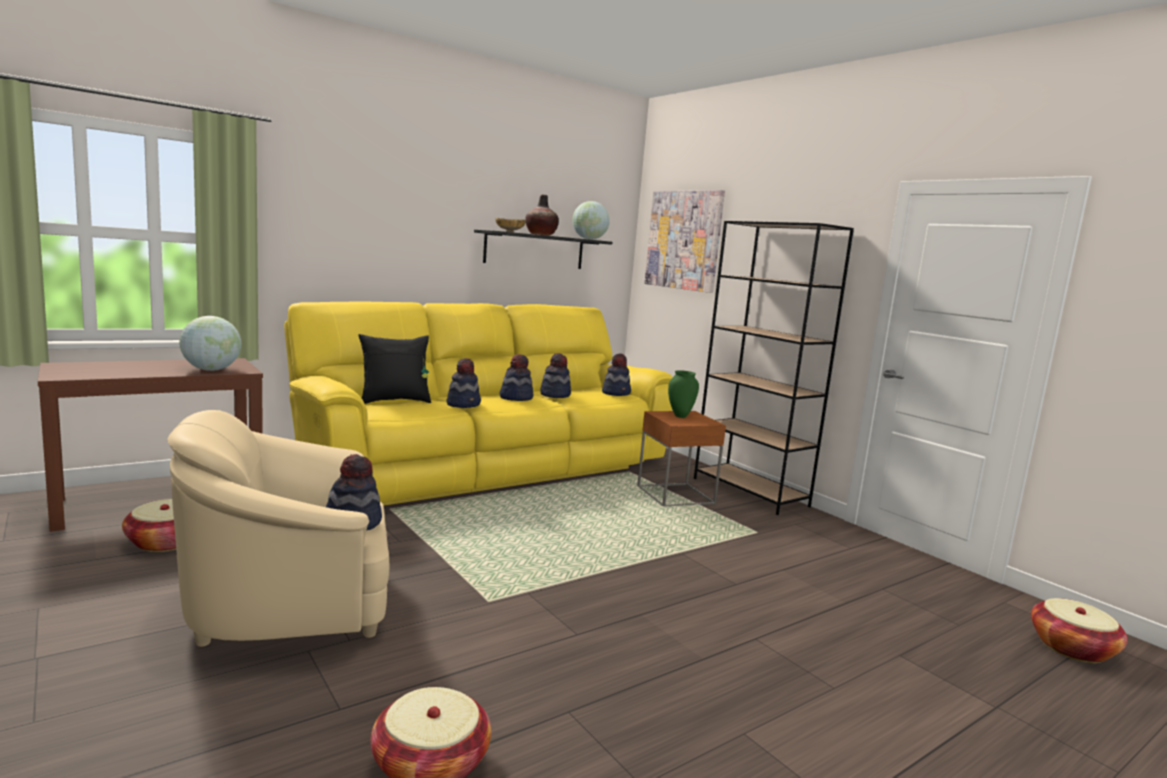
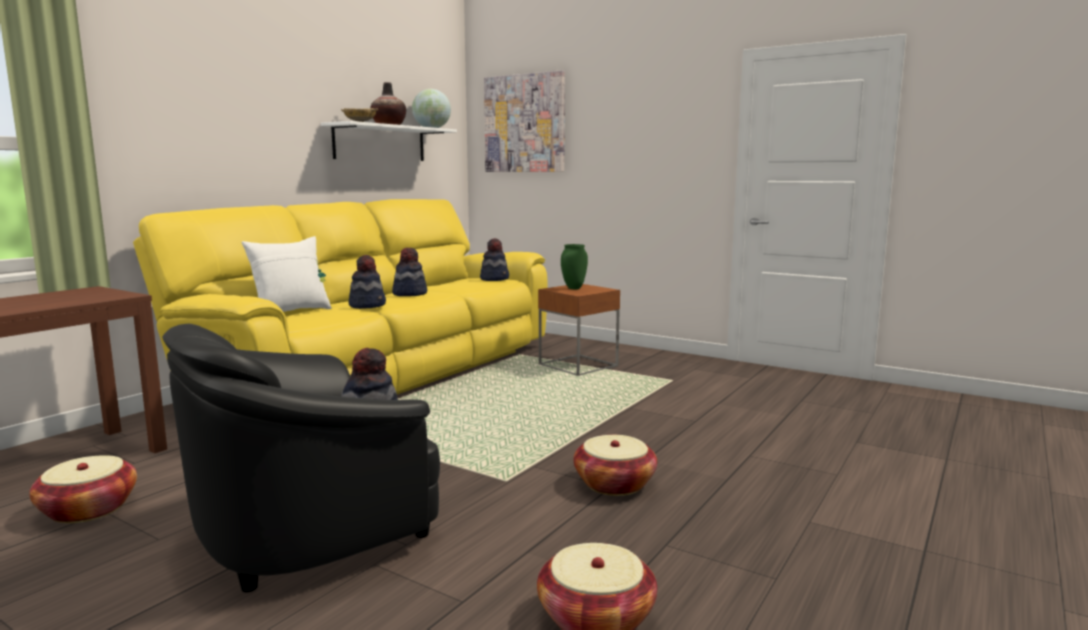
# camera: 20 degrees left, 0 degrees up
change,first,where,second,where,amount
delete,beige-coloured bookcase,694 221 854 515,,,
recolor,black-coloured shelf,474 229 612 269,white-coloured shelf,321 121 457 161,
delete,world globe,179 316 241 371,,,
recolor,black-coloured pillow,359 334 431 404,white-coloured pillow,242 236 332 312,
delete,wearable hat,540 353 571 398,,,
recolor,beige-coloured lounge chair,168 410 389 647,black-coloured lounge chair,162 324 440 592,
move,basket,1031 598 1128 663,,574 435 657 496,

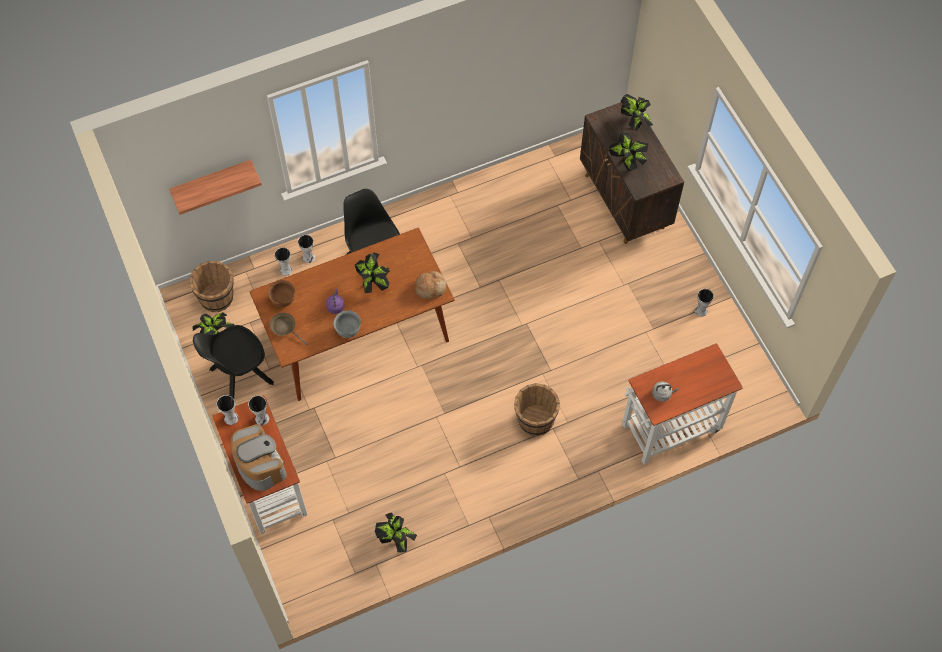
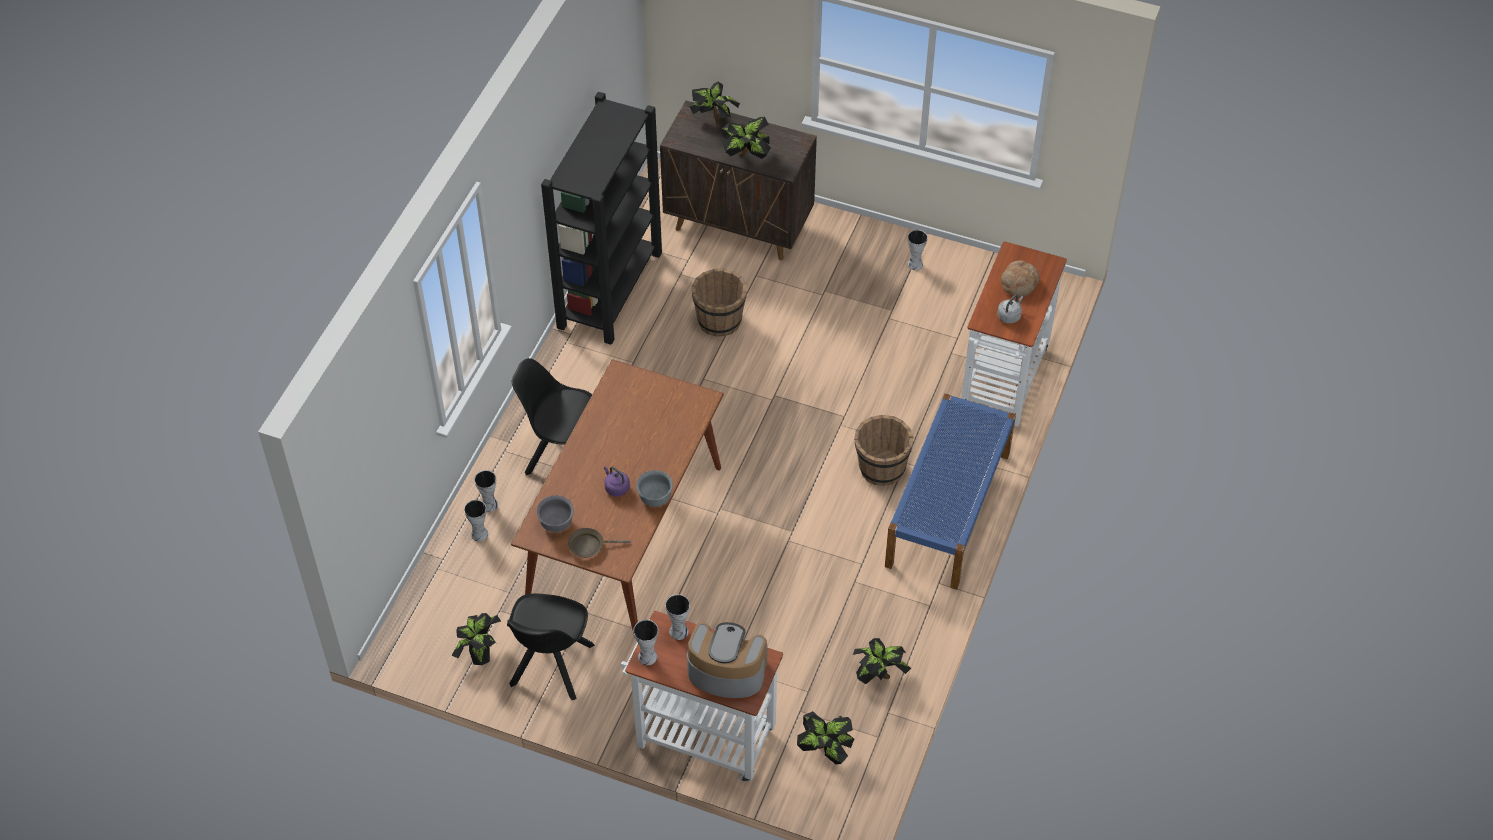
# camera: 45 degrees left, 10 degrees down
change,first,where,second,where,amount
delete,shelf,169 160 262 215,,,
move,plant in a pot,355 252 390 293,,797 711 854 765,
move,brown water bucket,189 261 233 312,,692 269 747 336,
move,bread,415 271 446 299,,1001 261 1040 297,
recolor,brown bowl,268 280 295 307,grey bowl,537 495 574 532,
insert,,,black-coloured bookcase,541 92 662 345,
insert,,,blue indoor bench,885 393 1016 590,

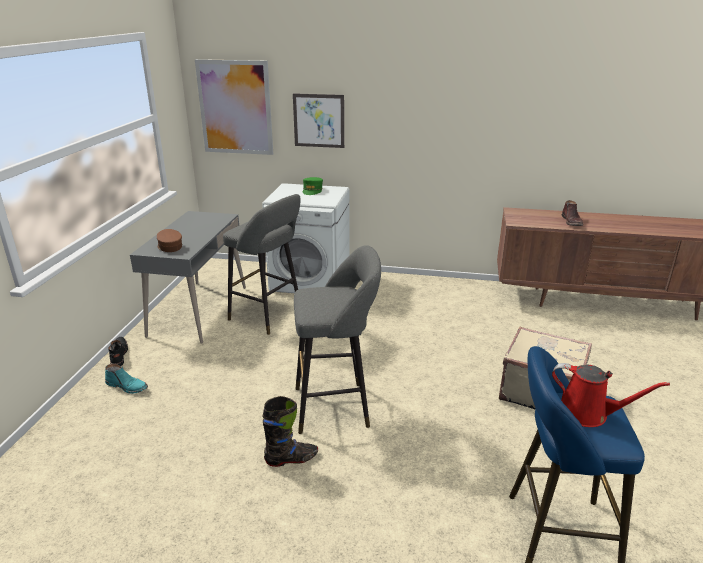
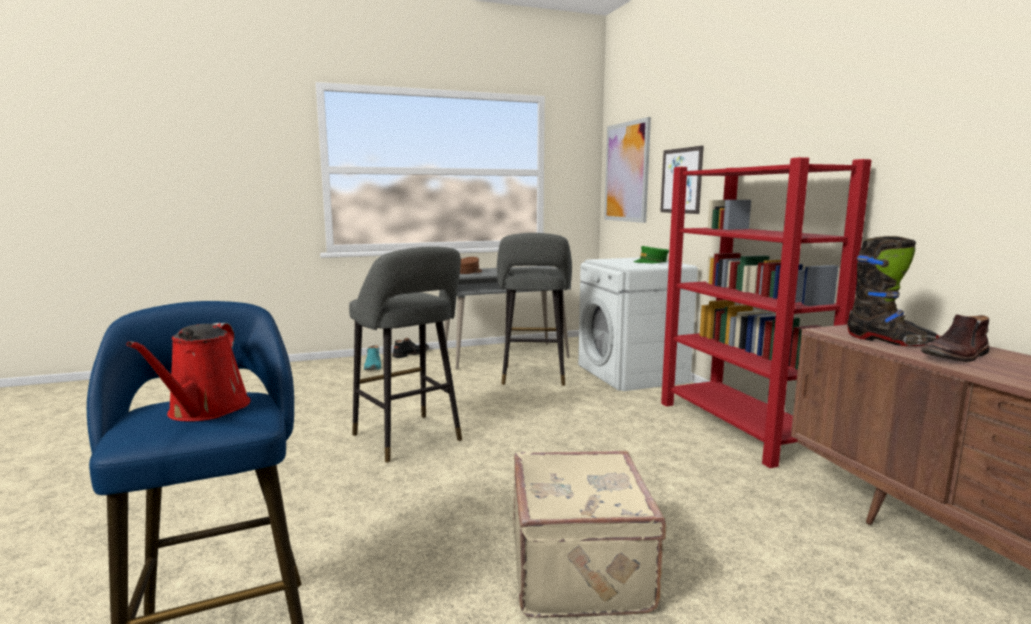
# camera: 60 degrees right, 15 degrees down
change,first,where,second,where,amount
move,black-coloured tall boot,263 396 318 467,,847 236 939 346,
insert,,,red-coloured bookcase,661 157 871 468,

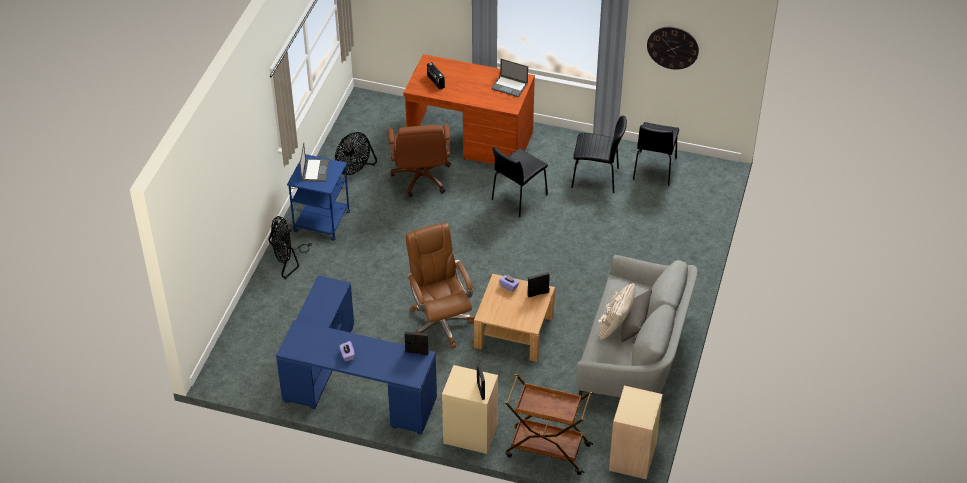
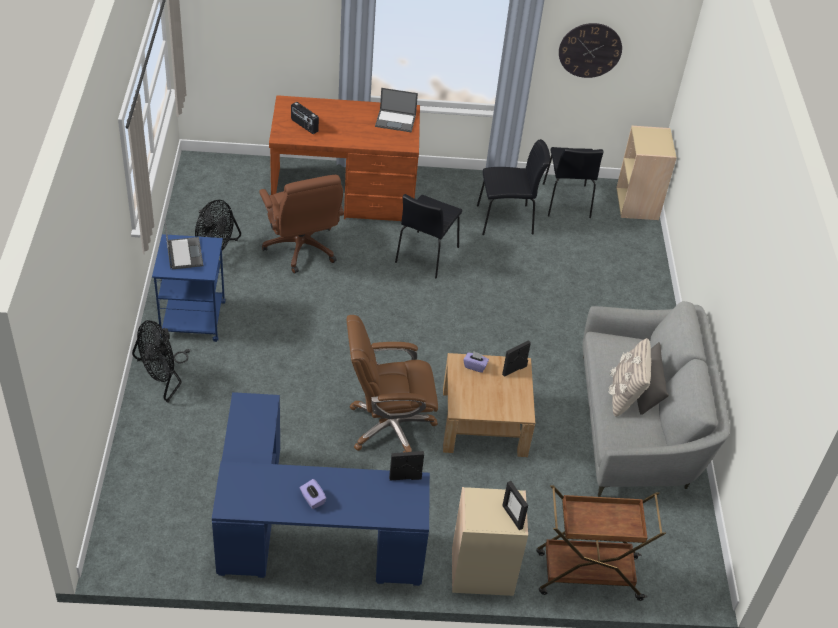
# camera: 20 degrees left, 0 degrees up
change,first,where,second,where,amount
rotate,brown computer chair,406 223 475 348,,346 315 438 452,60 degrees counterclockwise
move,beige-coloured bookcase,609 386 663 480,,616 126 677 220,

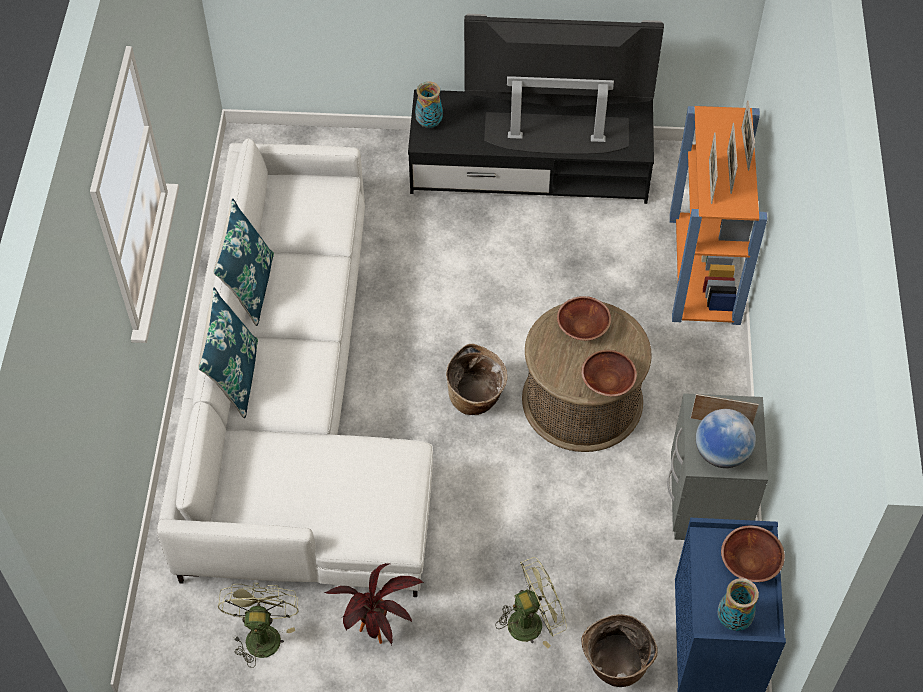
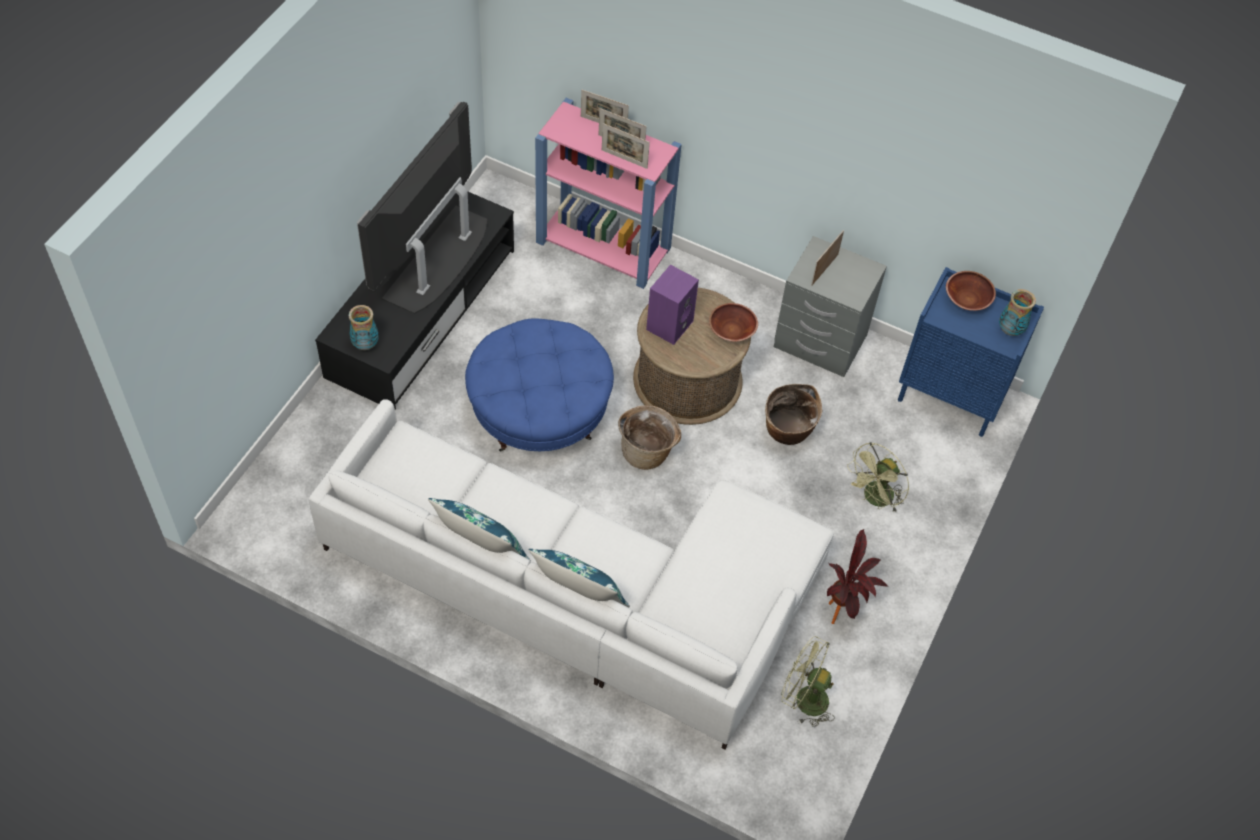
# camera: 70 degrees left, 0 degrees up
change,first,where,second,where,amount
recolor,orange-coloured bookcase,669 106 767 325,pink-coloured bookcase,535 98 682 289,
replace,brown bowl,557 296 611 341,purplish loudspeaker,646 265 699 345,
delete,world globe,696 409 756 468,,,
rotate,green cooling fan,495 557 567 648,,847 442 909 511,135 degrees counterclockwise
move,basket,581 614 658 687,,765 384 822 445,
insert,,,blue pouffe,465 318 614 451,

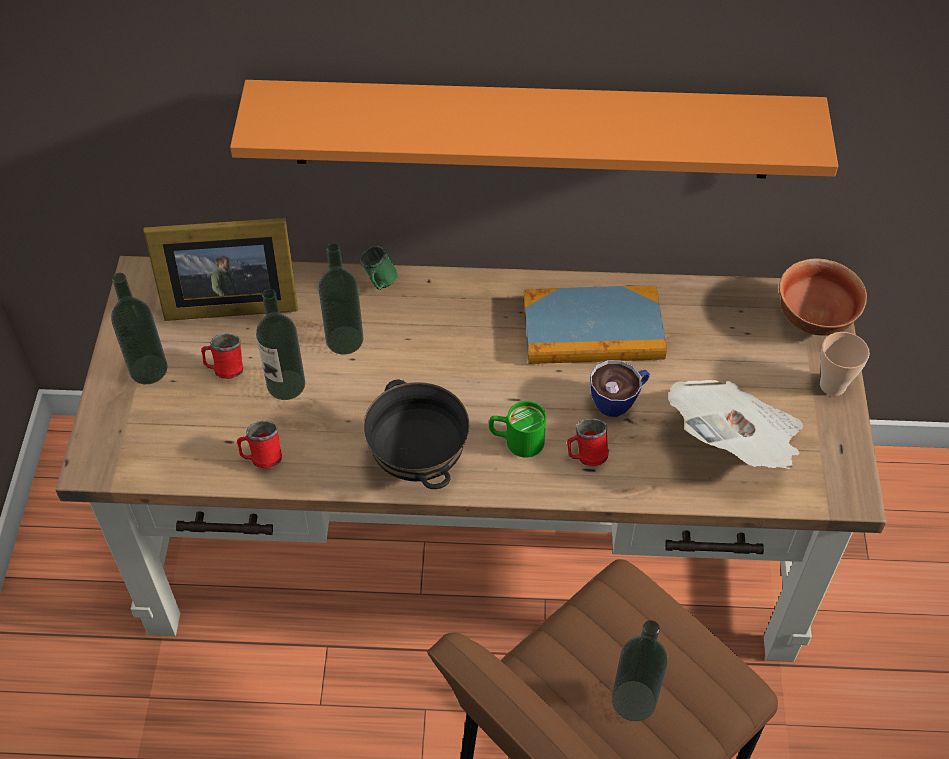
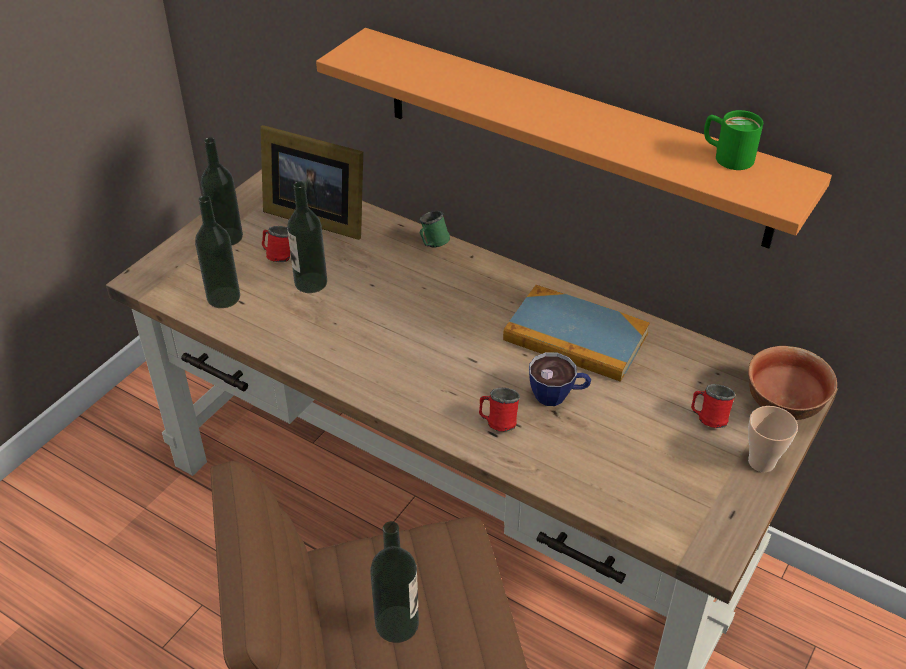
# camera: 30 degrees right, 10 degrees down
change,first,where,second,where,amount
move,drink bottle,318 243 364 355,,195 195 240 308,
delete,black-coloured bowl,363 379 469 489,,,
delete,daily paper,668 380 803 469,,,
move,green mug,489 401 546 458,,704 110 763 170,
move,red-coloured mug,237 421 282 468,,691 384 735 428,

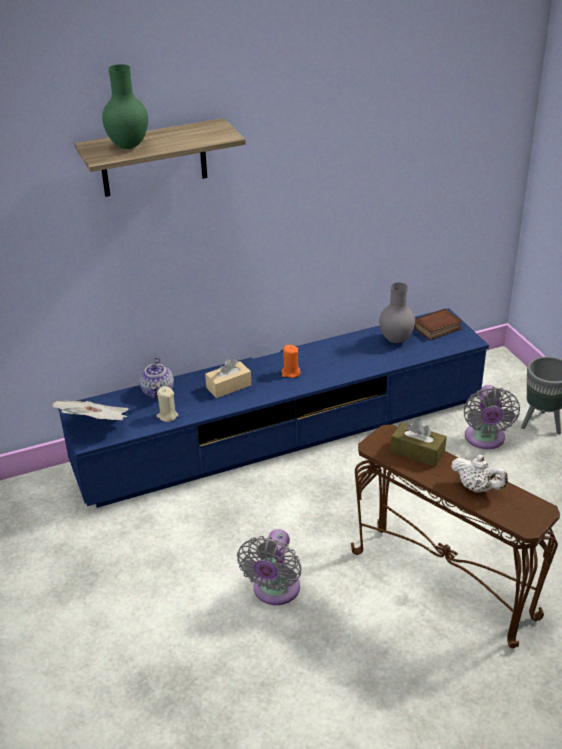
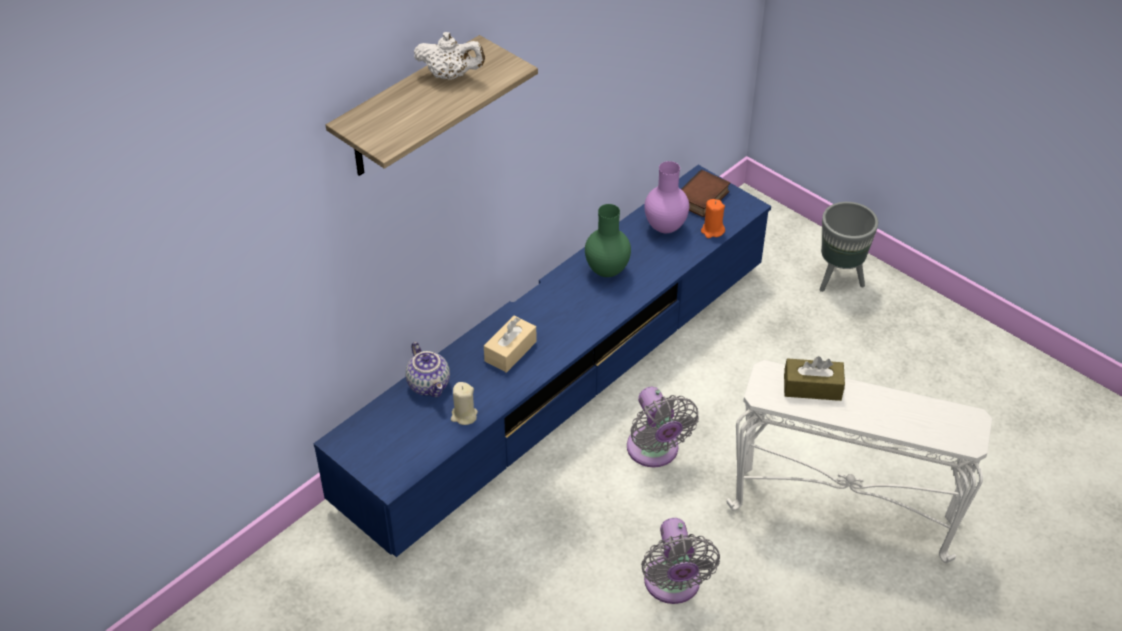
# camera: 25 degrees left, 10 degrees up
change,first,where,second,where,amount
move,green vase,102 64 148 149,,585 204 631 277,
recolor,grey vase,379 282 415 343,purplish vase,644 161 689 233,
move,orange-coloured candle,281 345 301 378,,701 199 725 238,
move,grey cooling fan,464 385 520 449,,627 387 699 467,
delete,daily paper,53 401 129 420,,,
recolor,brown side table,351 425 560 649,white-coloured side table,727 360 992 563,
move,white-coloured teapot,451 455 508 492,,414 32 485 80,

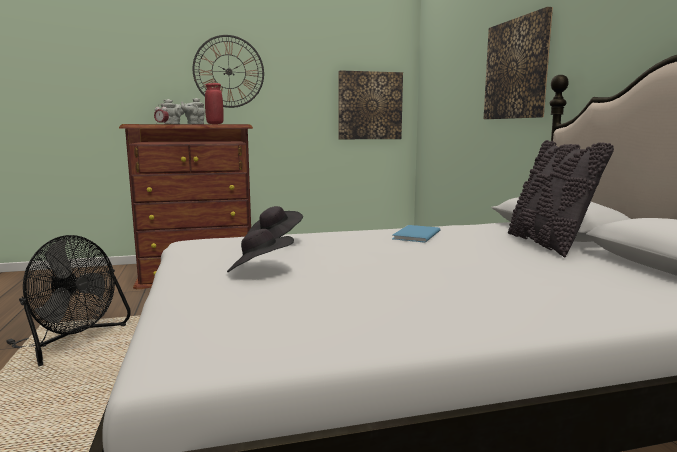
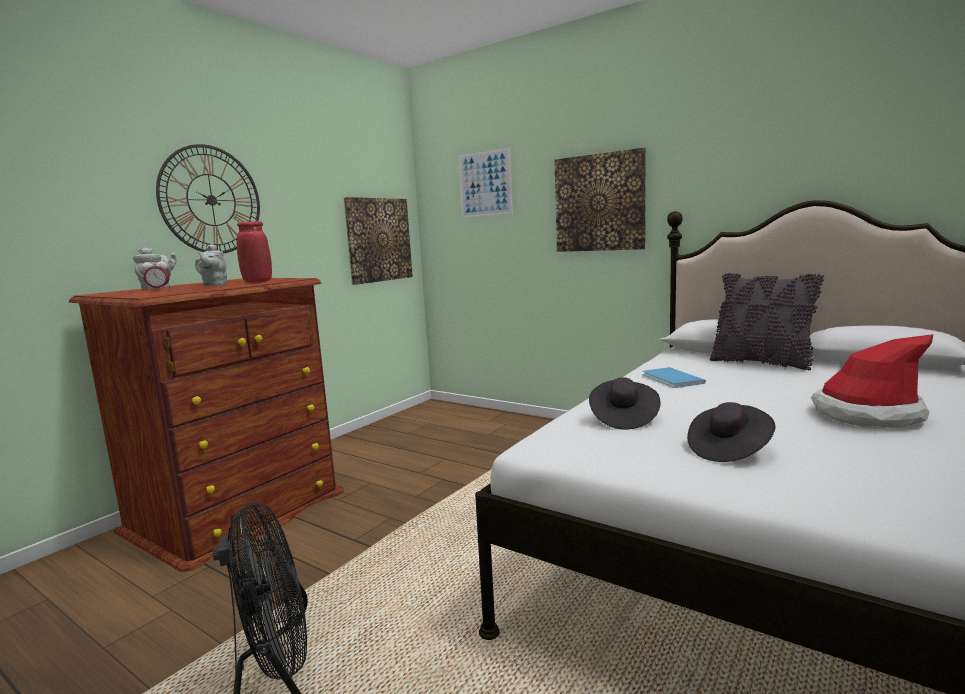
# camera: 40 degrees left, 0 degrees up
change,first,where,second,where,amount
insert,,,wall art,459 148 513 218,
insert,,,wearable hat,811 334 933 427,

